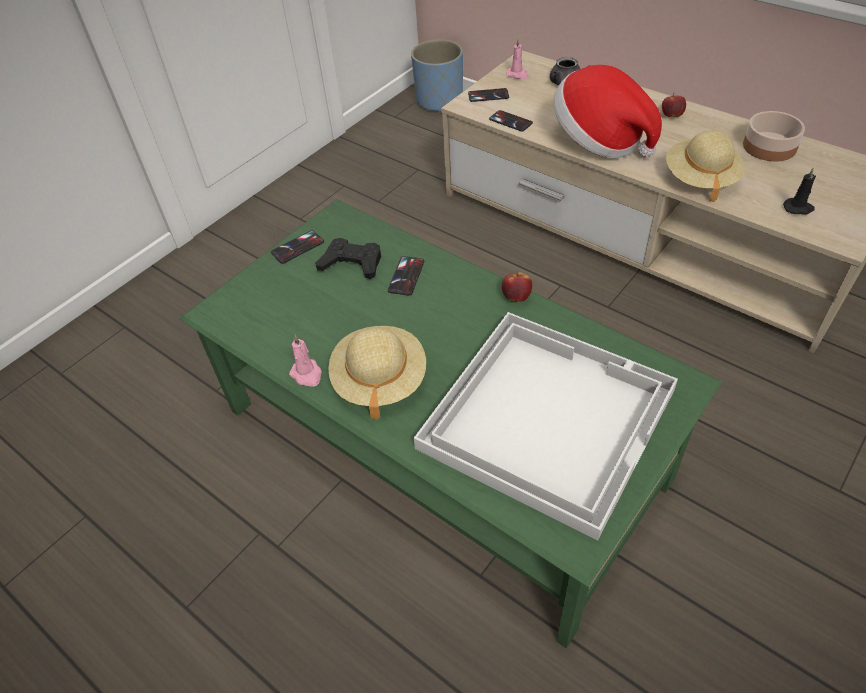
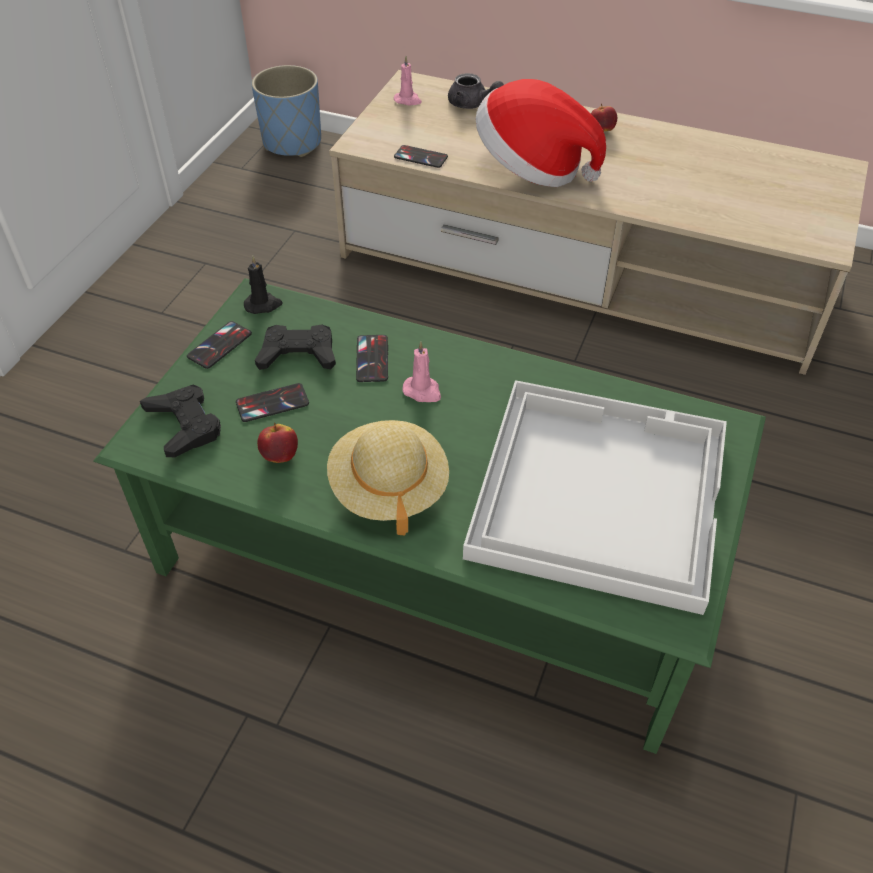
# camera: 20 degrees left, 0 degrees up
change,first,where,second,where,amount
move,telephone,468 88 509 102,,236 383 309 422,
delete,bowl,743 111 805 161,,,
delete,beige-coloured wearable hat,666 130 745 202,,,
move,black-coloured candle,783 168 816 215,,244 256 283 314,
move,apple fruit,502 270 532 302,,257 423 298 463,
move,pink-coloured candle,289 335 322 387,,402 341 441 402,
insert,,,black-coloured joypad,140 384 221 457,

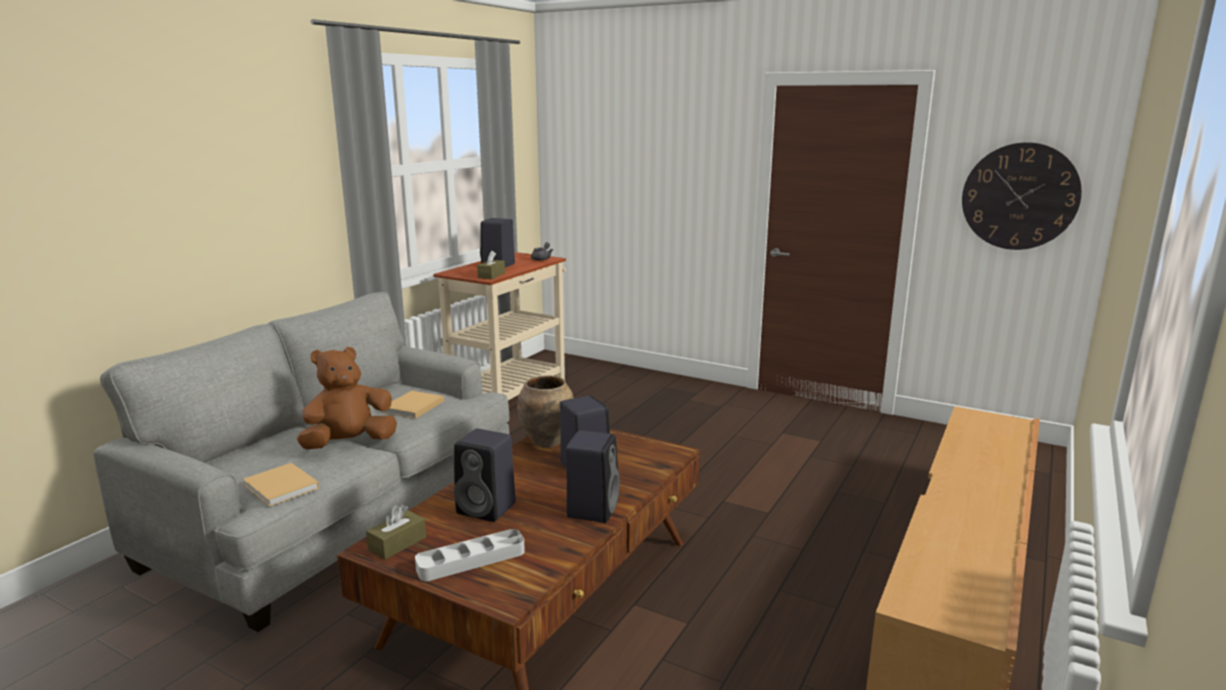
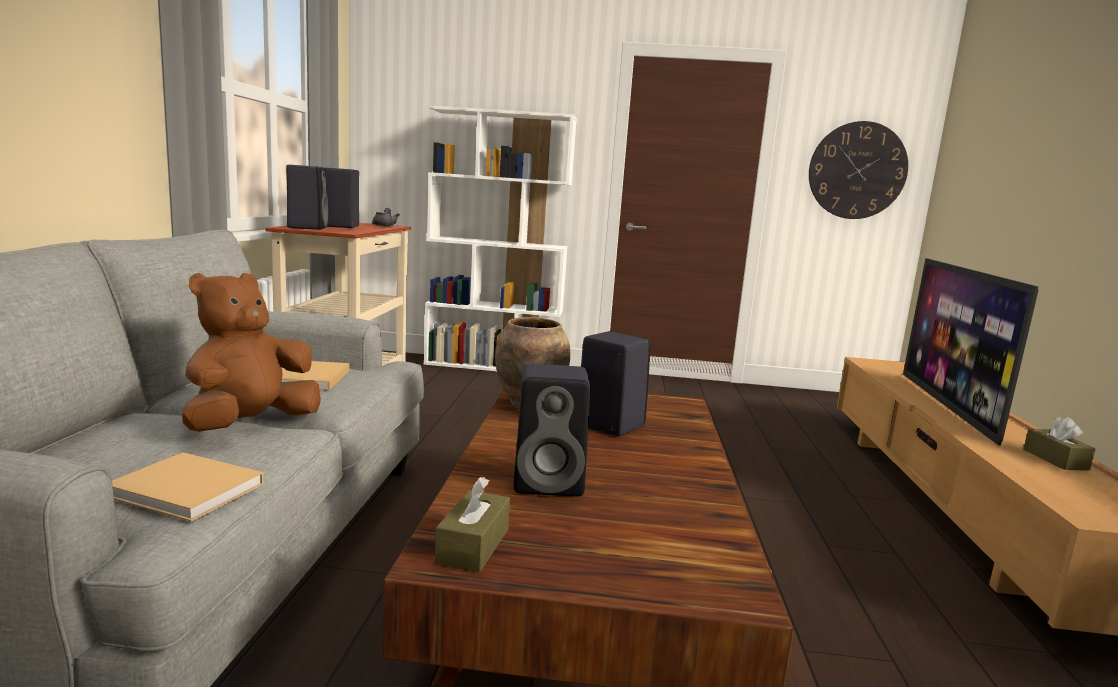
# camera: 25 degrees left, 5 degrees down
change,first,where,second,where,amount
move,brown box of tissues,477 251 505 279,,1024 417 1096 470,
move,black-coloured loudspeaker,566 430 620 523,,286 165 329 230,
delete,grey tray,415 529 525 581,,,
insert,,,white-coloured bookcase,424 106 577 371,
insert,,,television,903 258 1039 446,

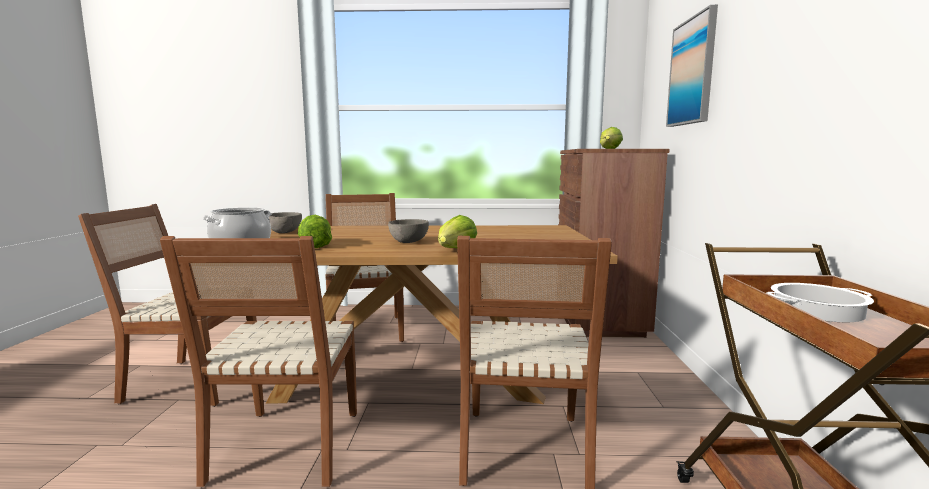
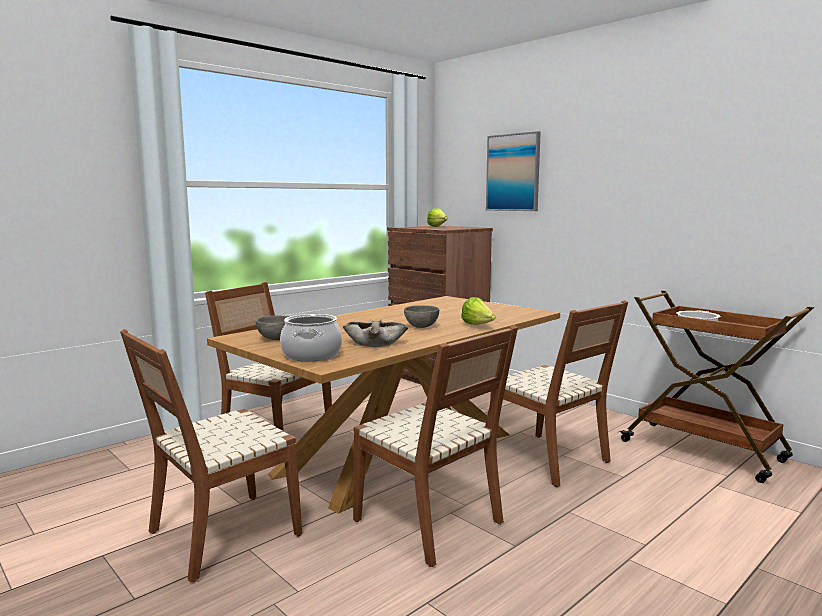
# camera: 45 degrees left, 0 degrees up
change,first,where,second,where,amount
replace,lettuce,298 214 332 248,beige-coloured bowl,343 319 408 347,

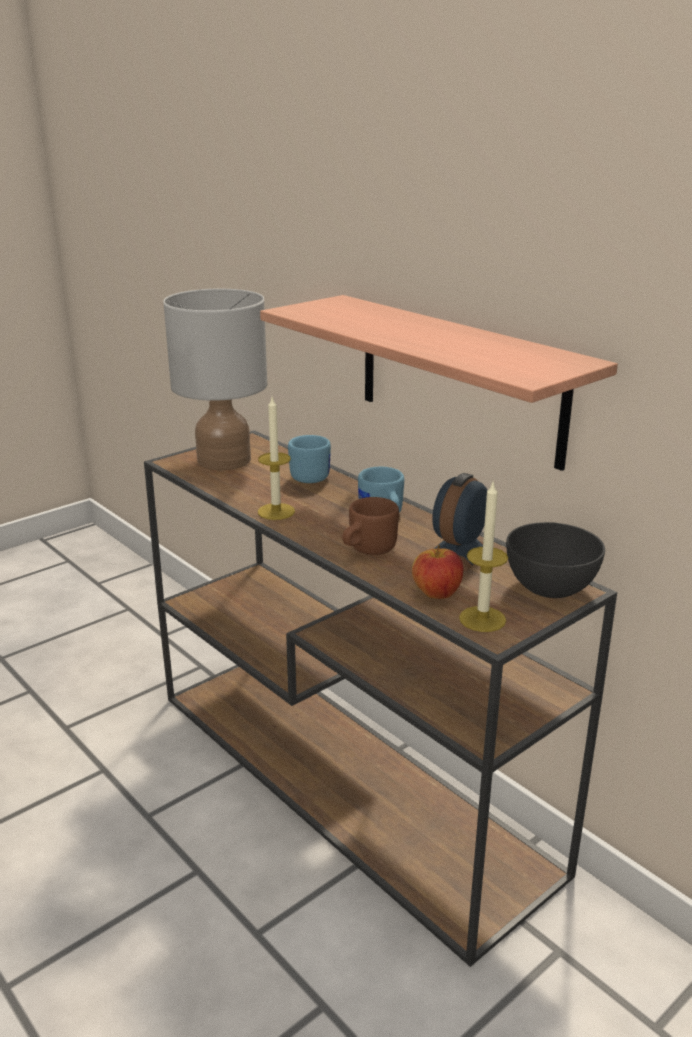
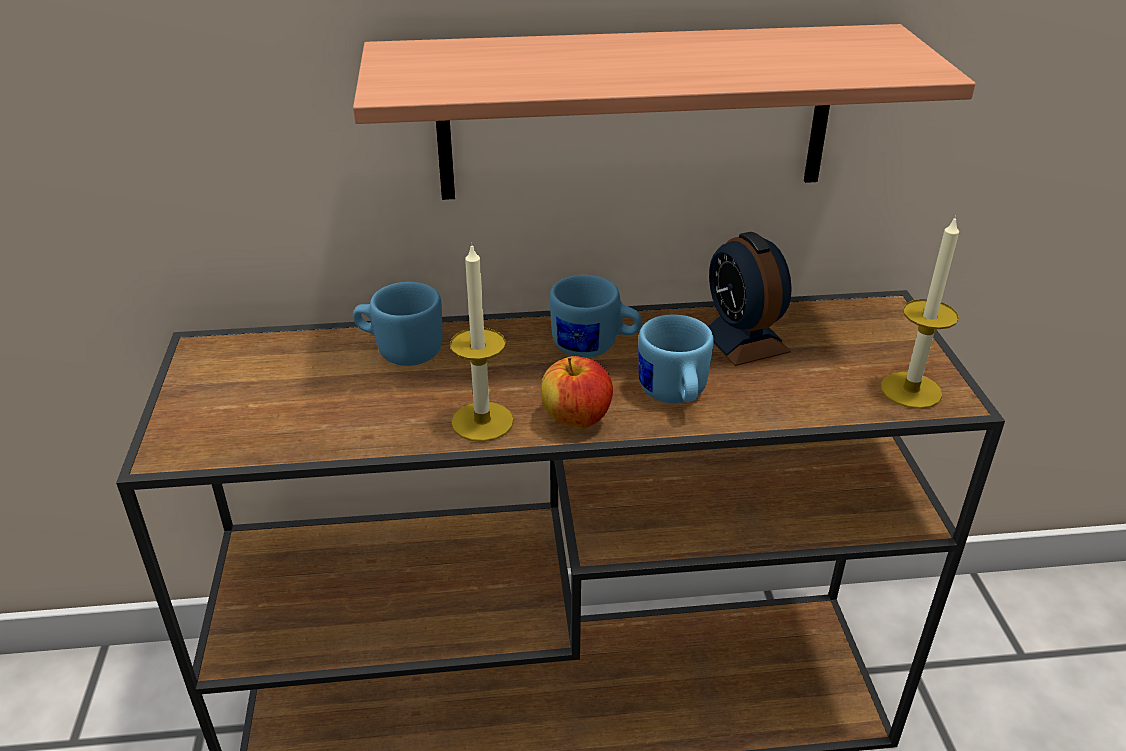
# camera: 55 degrees left, 10 degrees up
change,first,where,second,where,amount
delete,grey lamp for a table,163 289 267 470,,,
recolor,brown mug,342 497 399 555,blue mug,638 315 714 403,
delete,grey bowl,506 522 605 598,,,
move,apple fruit,412 545 463 599,,541 356 613 429,

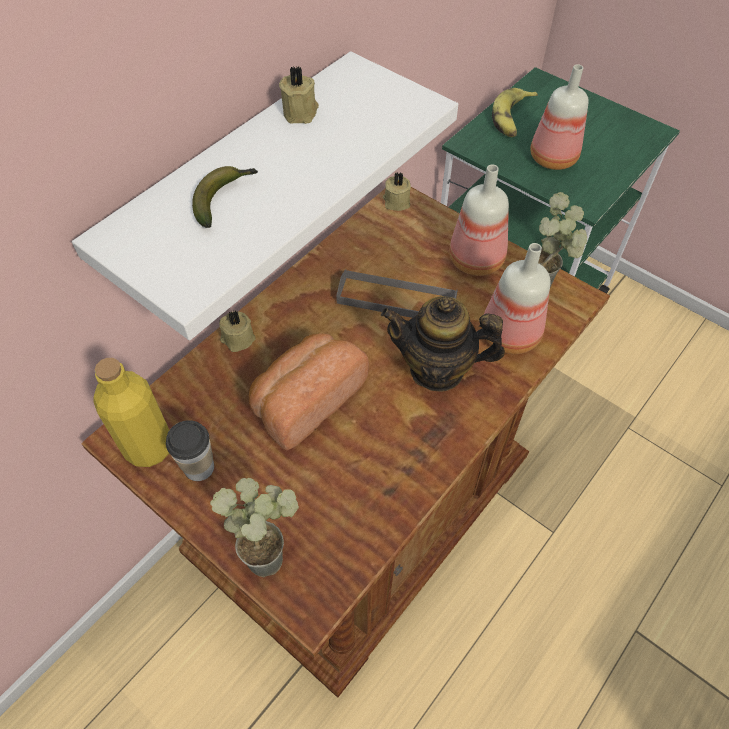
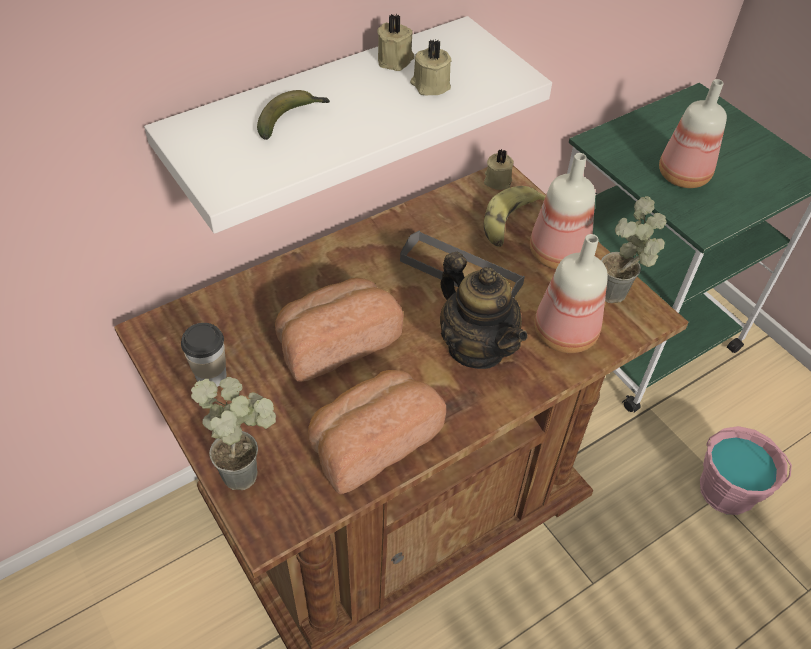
# camera: 15 degrees right, 5 degrees down
change,first,where,second,where,amount
move,whole banana,492 88 538 137,,484 186 546 247,
rotate,teapot,381 296 505 392,,440 252 528 369,150 degrees counterclockwise
move,beige-coloured candle,219 310 256 352,,410 40 452 96,
delete,yellowish drink bottle,93 358 169 467,,,
insert,,,bread,308 370 446 494,
insert,,,pink-coloured water bucket,700 426 792 515,

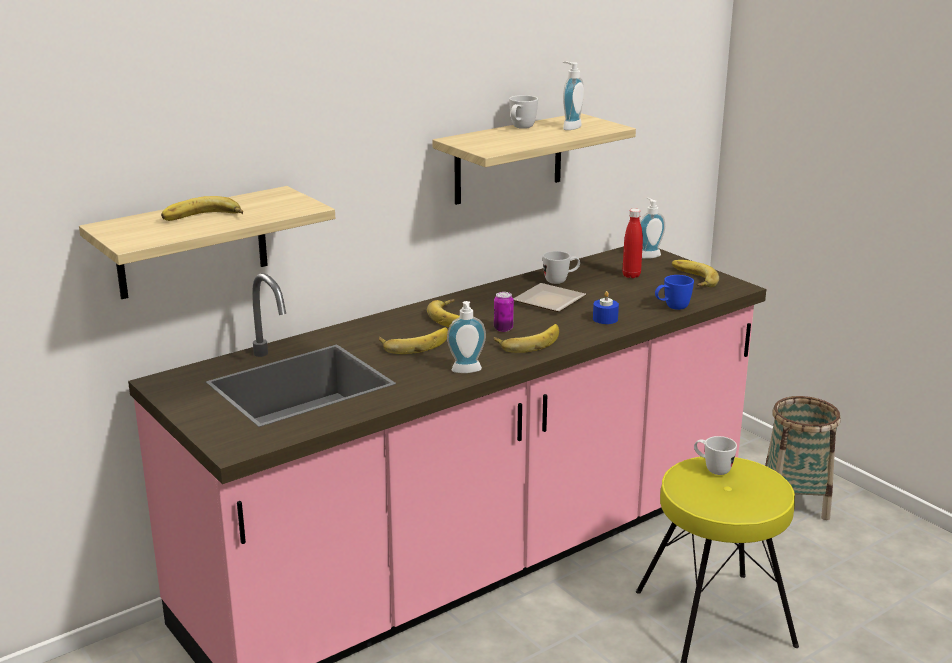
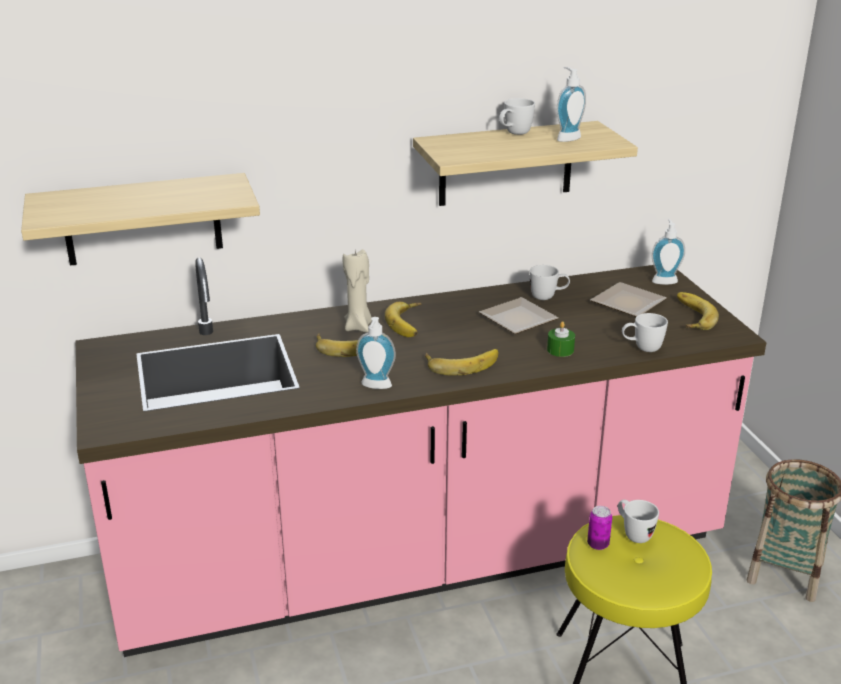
# camera: 20 degrees right, 5 degrees up
change,first,where,second,where,amount
delete,whole banana,161 196 243 221,,,
replace,red-coloured drink bottle,622 209 643 278,plate,590 282 667 317,
recolor,blue mug,655 275 694 310,white-coloured mug,622 313 668 352,
recolor,blue candle,593 291 619 324,green candle,547 321 575 357,
move,metal can,494 292 514 332,,587 506 612 550,
insert,,,beige-coloured candle,343 249 372 333,

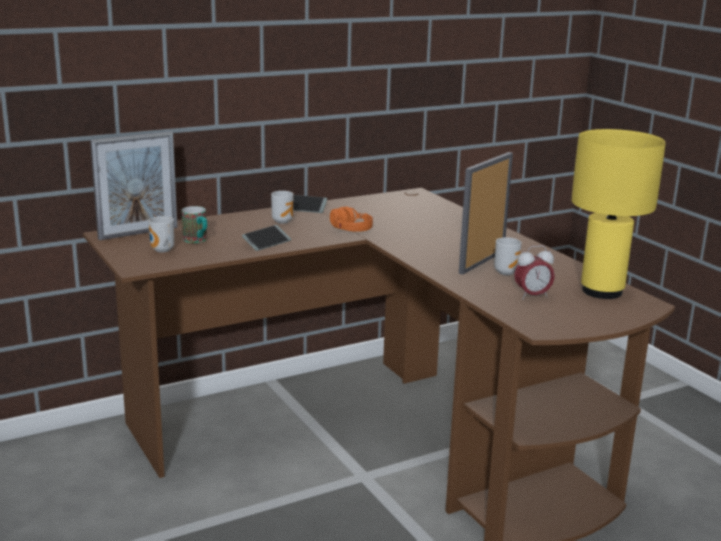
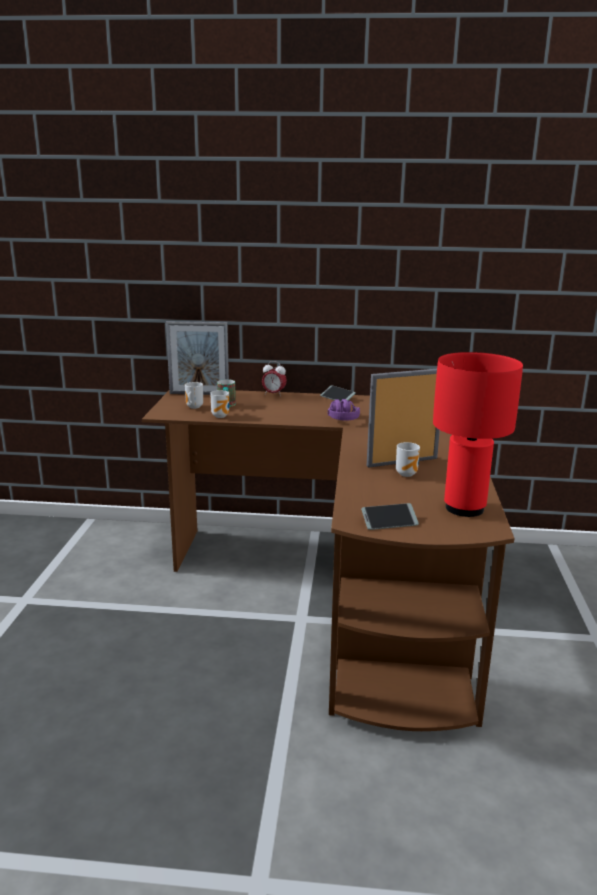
# camera: 35 degrees right, 0 degrees up
change,first,where,second,where,amount
recolor,yellowish lamp for a table,572 129 666 299,red-coloured lamp for a table,433 352 523 517,
move,mug,271 191 293 224,,210 390 229 418,
recolor,orange-coloured headphones,330 207 373 232,purplish headphones,328 399 360 421,
move,telephone,242 225 291 251,,361 503 419 530,
move,table clock,514 245 555 300,,262 361 287 396,

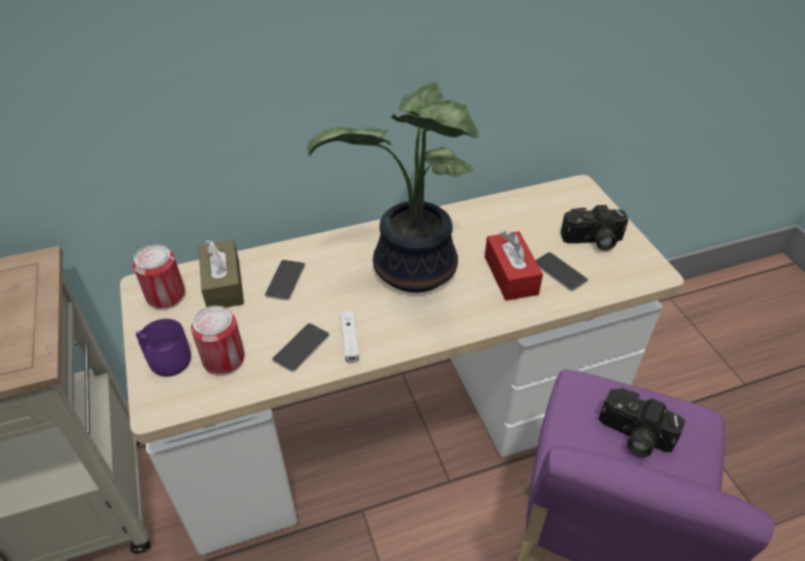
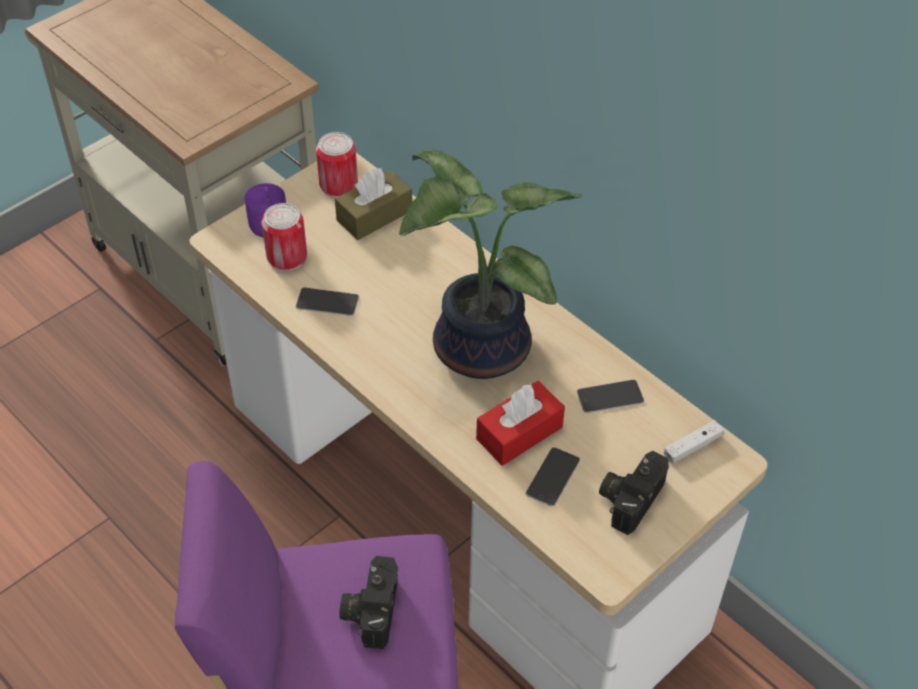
# camera: 65 degrees right, 5 degrees up
change,first,where,second,where,amount
rotate,still camera,560 205 628 251,,599 451 669 535,60 degrees clockwise
move,telephone,265 260 305 300,,576 380 644 413,
move,white-coloured joypad,340 311 359 363,,664 420 724 463,

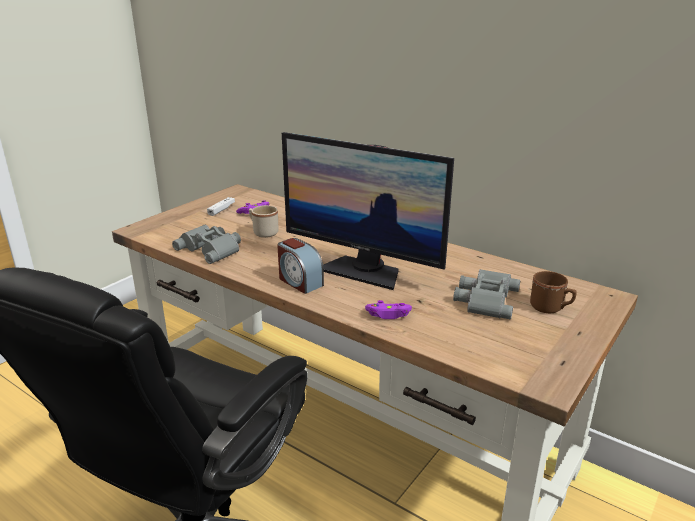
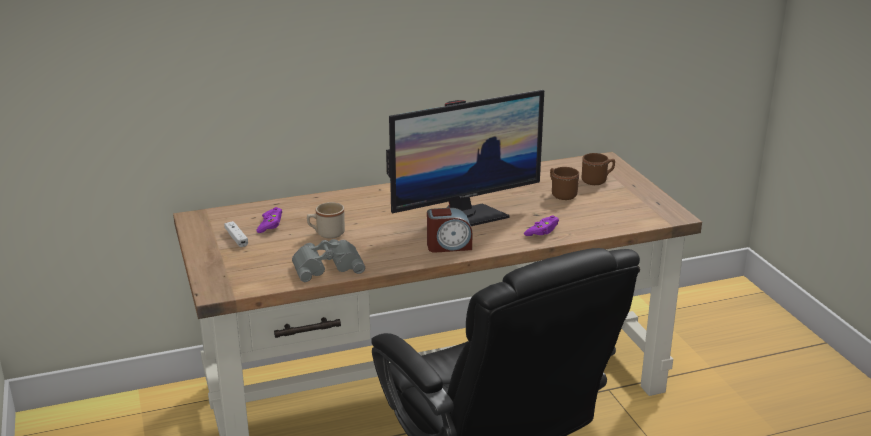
# camera: 55 degrees left, 0 degrees up
change,first,where,second,where,amount
replace,grey binoculars,453 269 520 319,brown mug,550 167 579 200,

